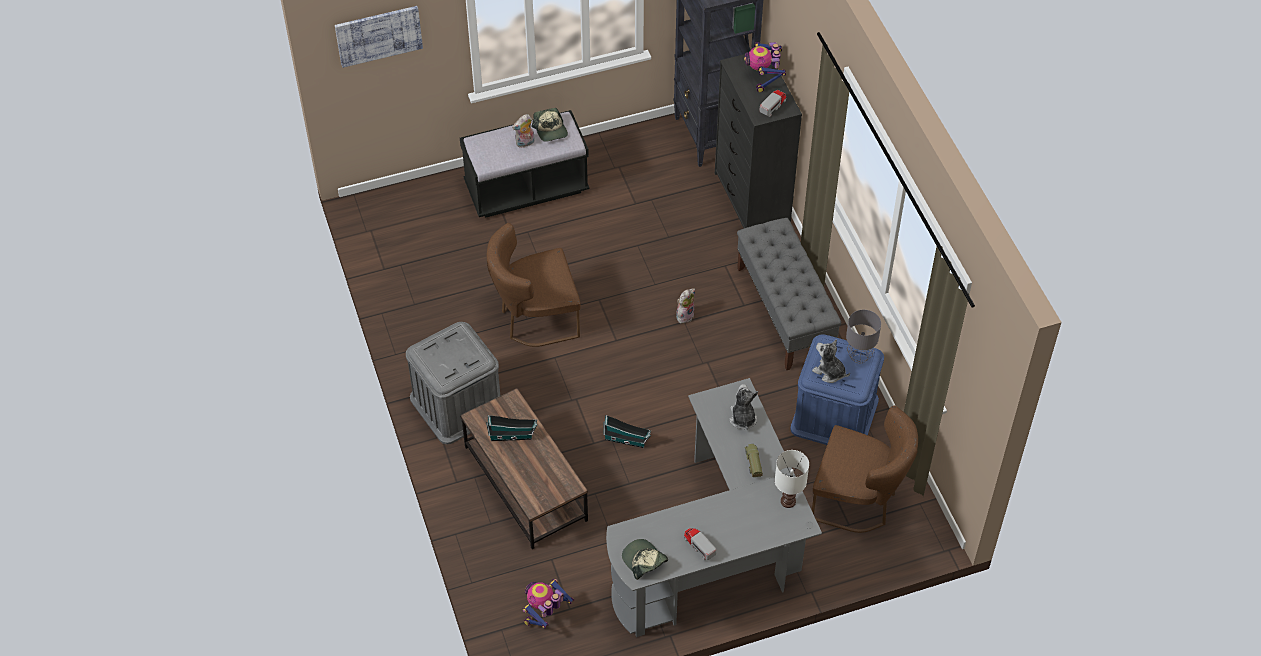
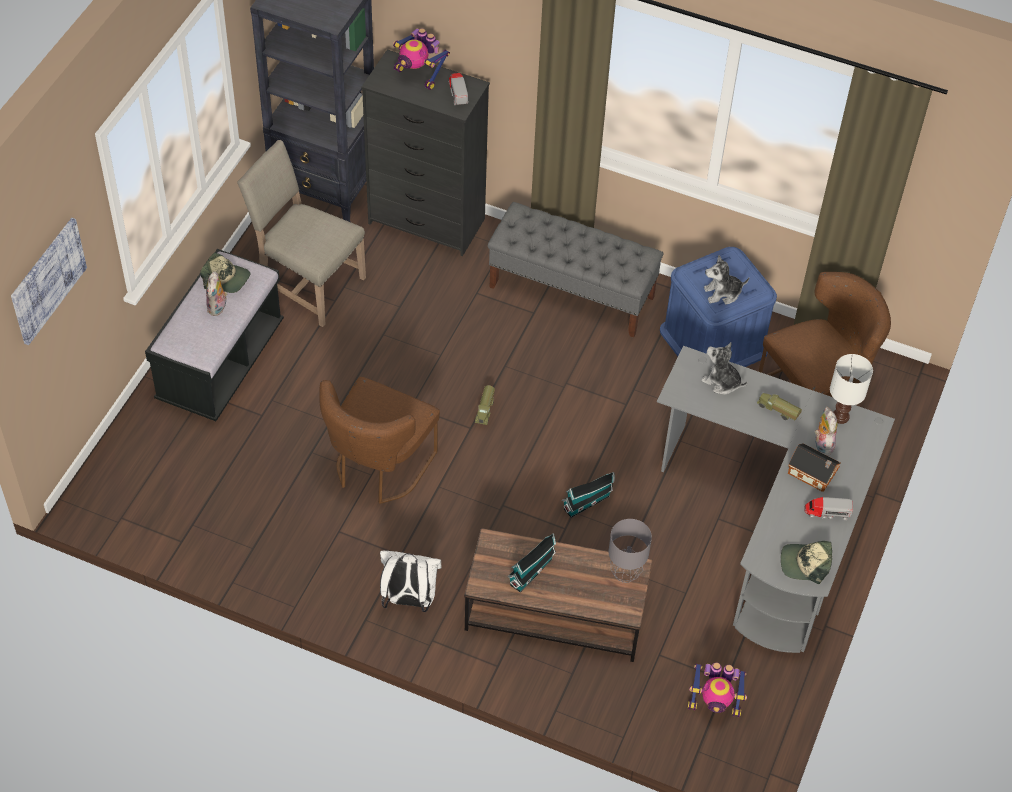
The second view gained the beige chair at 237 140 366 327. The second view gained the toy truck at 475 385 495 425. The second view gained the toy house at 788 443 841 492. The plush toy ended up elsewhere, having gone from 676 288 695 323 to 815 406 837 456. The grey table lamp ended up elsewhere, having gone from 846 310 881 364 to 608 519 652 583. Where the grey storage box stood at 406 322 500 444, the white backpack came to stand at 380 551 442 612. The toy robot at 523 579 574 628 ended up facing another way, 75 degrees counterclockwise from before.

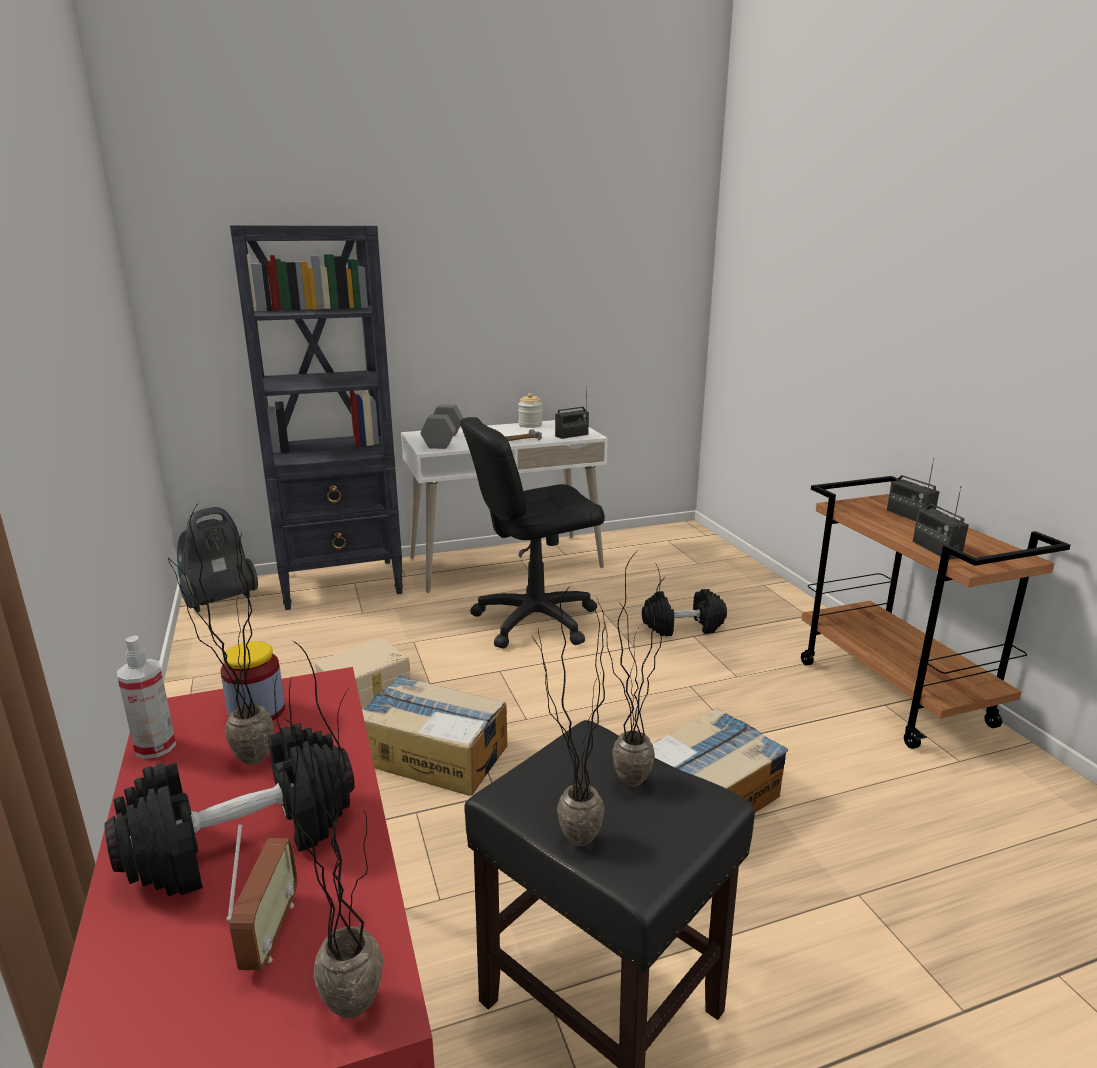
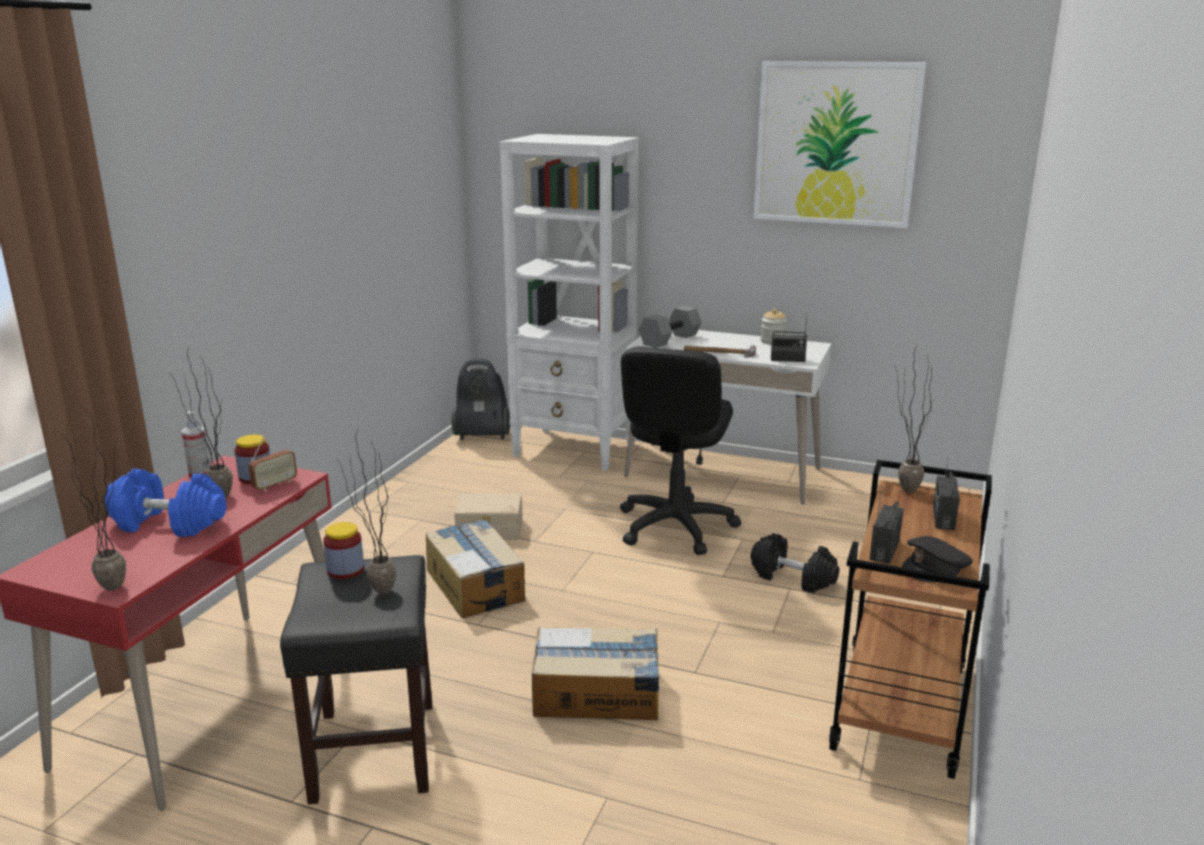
The second view gained the jar at 323 522 364 579. The second view gained the picture at 753 61 926 228. The second view gained the black cap at 902 536 973 583. The radio ended up elsewhere, having gone from 226 825 298 970 to 249 432 297 492. The potted plant ended up elsewhere, having gone from 532 585 606 846 to 894 344 935 493. What was the black dumbbell at 104 723 355 897 turned into the blue dumbbell at 105 469 226 537. What was the black bookcase at 230 225 403 610 turned into the white bookcase at 499 134 639 471. The black office chair at 460 417 605 648 ended up facing another way, 90 degrees counterclockwise from before.

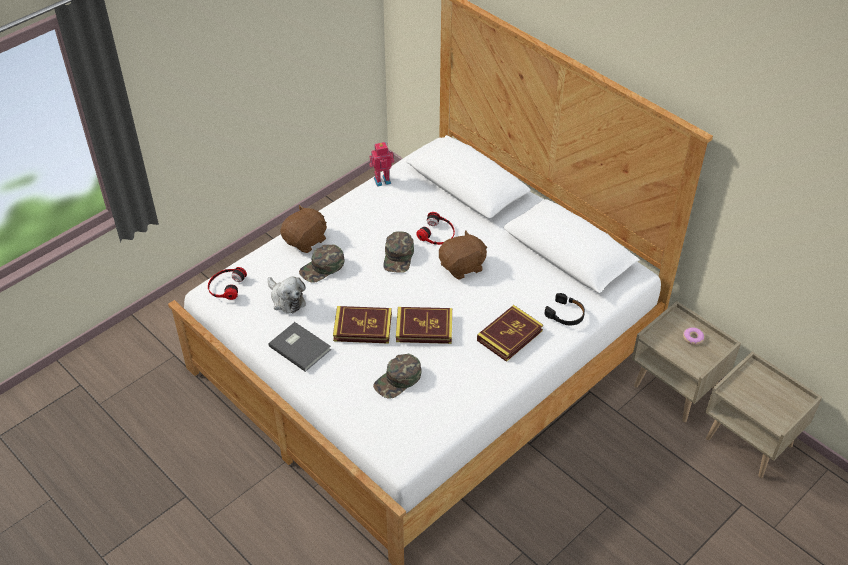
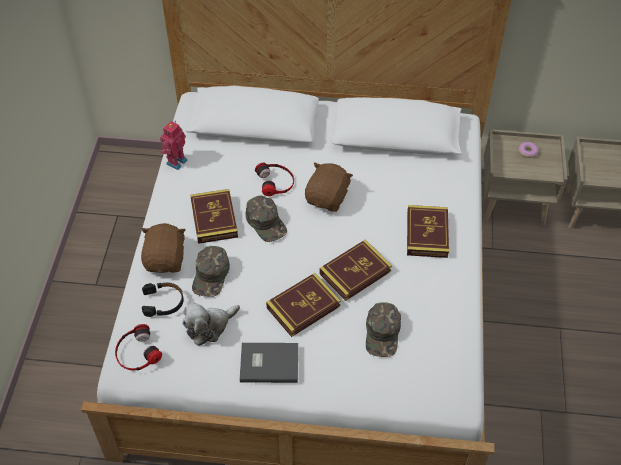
The second view gained the book at 190 189 238 244. The black headphones ended up elsewhere, having gone from 544 293 585 326 to 142 283 184 317. The plush toy at 268 277 306 313 ended up facing another way, 135 degrees clockwise from before.

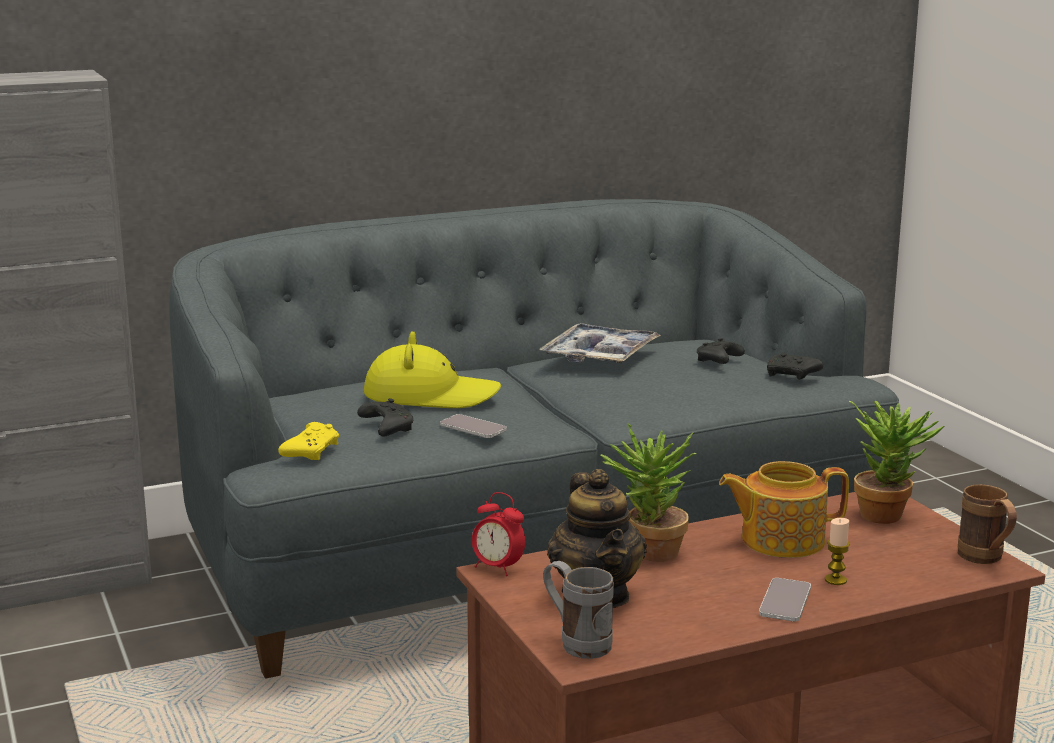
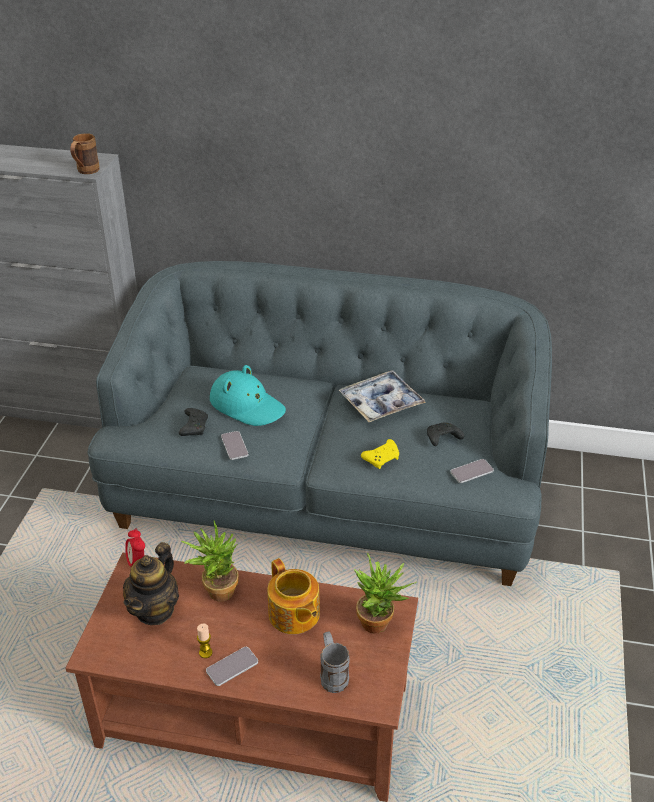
The yellow game controller ended up elsewhere, having gone from 278 422 339 460 to 361 439 399 469. The grey mug ended up elsewhere, having gone from 543 561 614 659 to 320 631 350 693. The candle ended up elsewhere, having gone from 825 518 850 585 to 197 623 212 658. The brown mug ended up elsewhere, having gone from 958 484 1017 564 to 70 133 99 174. Where the black game controller stood at 767 352 823 380, the phone came to stand at 450 459 494 483. What was the yellow hat at 364 331 501 408 turned into the turquoise hat at 210 365 286 426. The teapot at 719 461 849 558 ended up facing another way, 150 degrees counterclockwise from before.

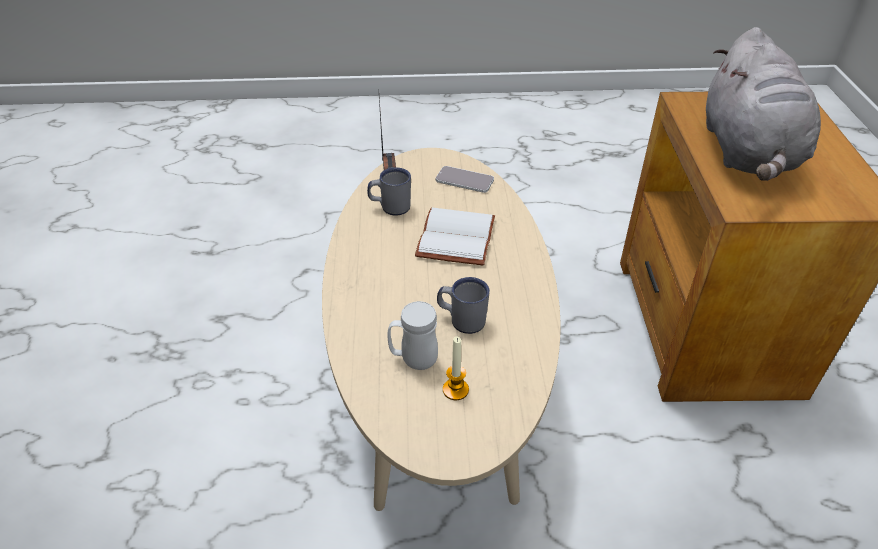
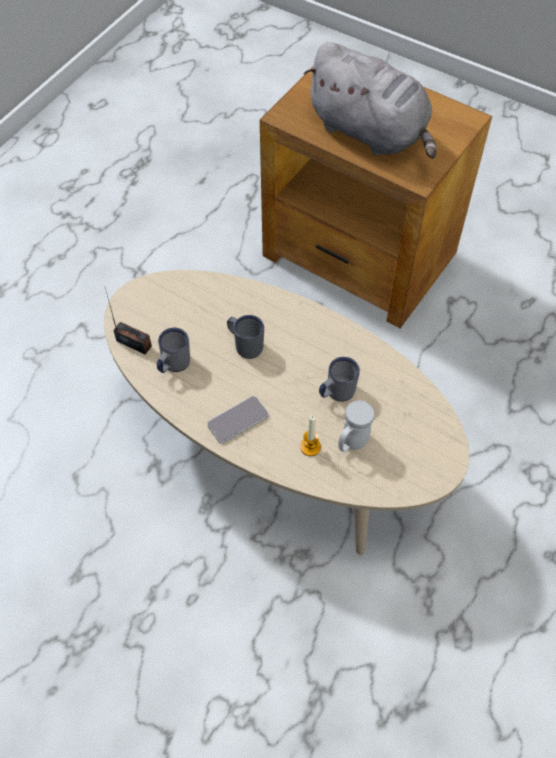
The phone ended up elsewhere, having gone from 436 166 494 193 to 207 396 269 444. The candle ended up elsewhere, having gone from 443 337 469 400 to 300 415 321 456. Where the white book stood at 415 207 495 266, the grey mug came to stand at 227 315 264 359.

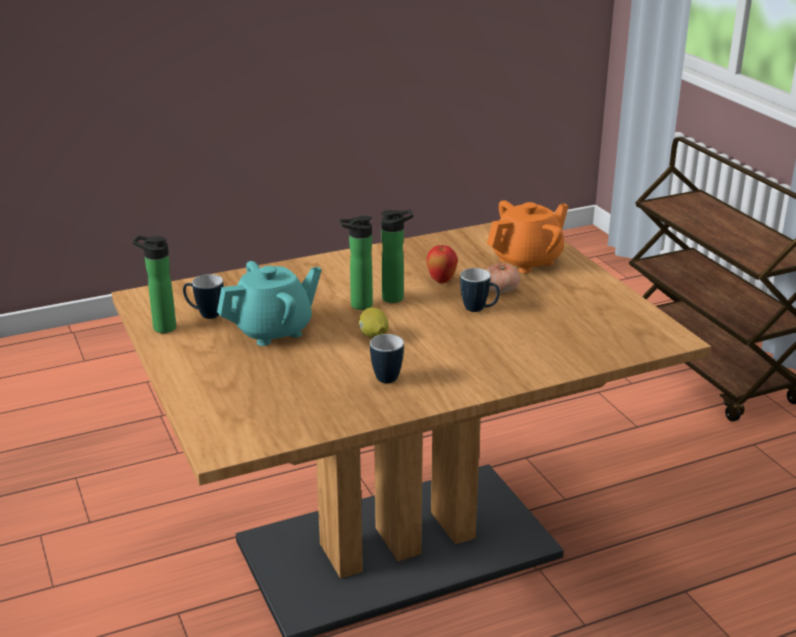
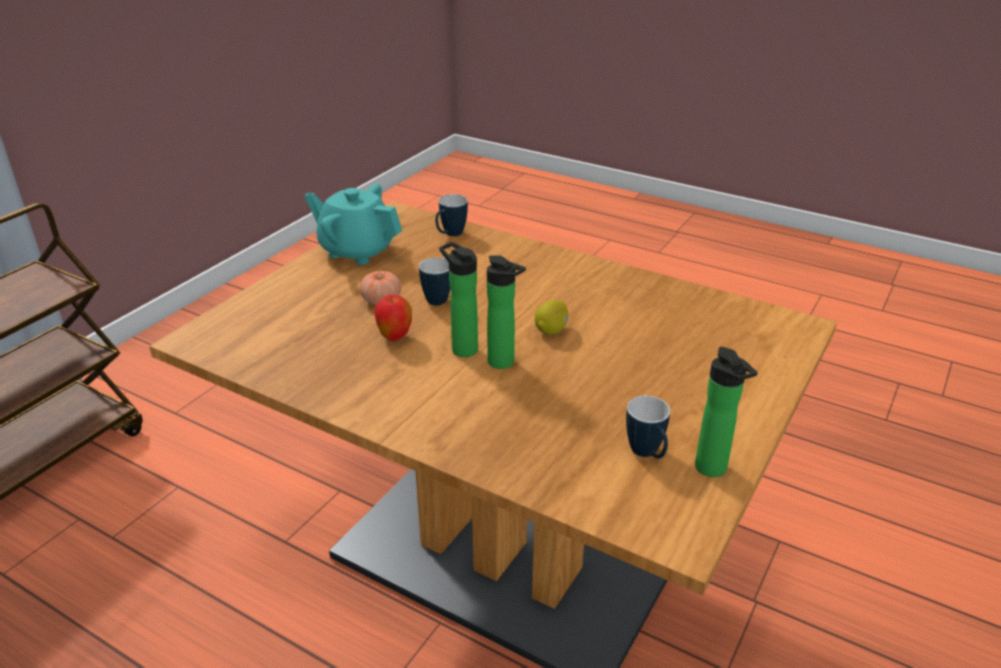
The second view lost the orange teapot at 487 200 569 273. The turquoise teapot ended up elsewhere, having gone from 217 261 322 346 to 304 184 402 265. The mug ended up elsewhere, having gone from 370 334 404 383 to 435 194 468 236.

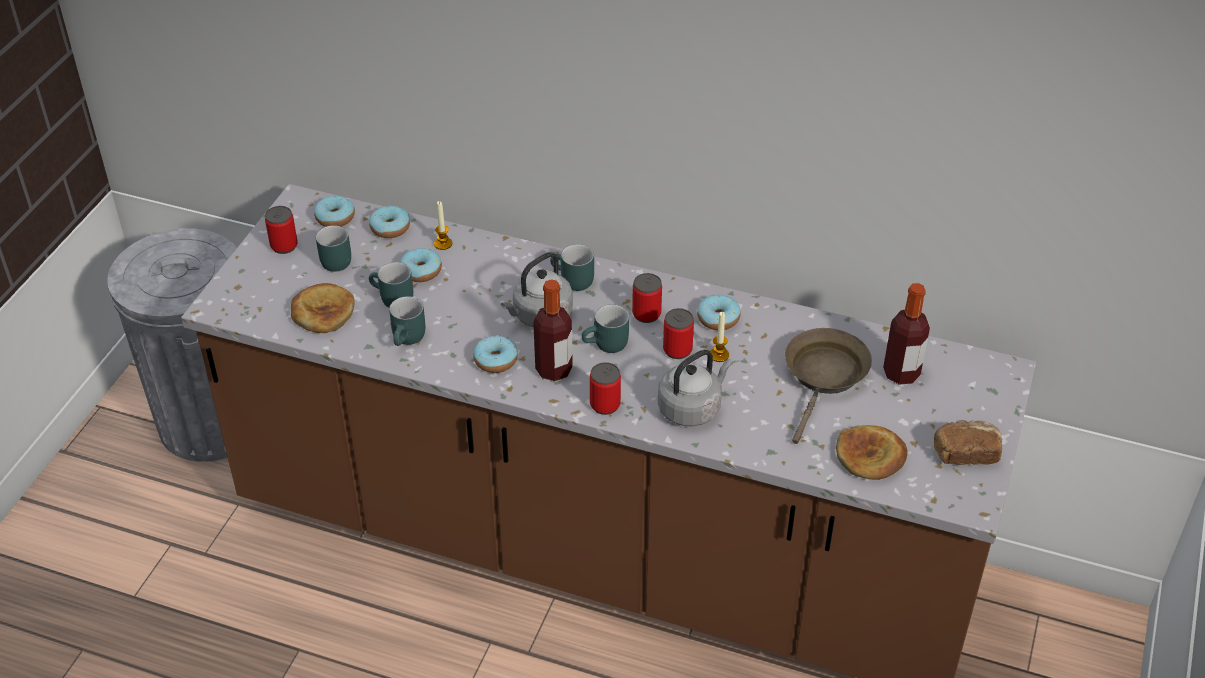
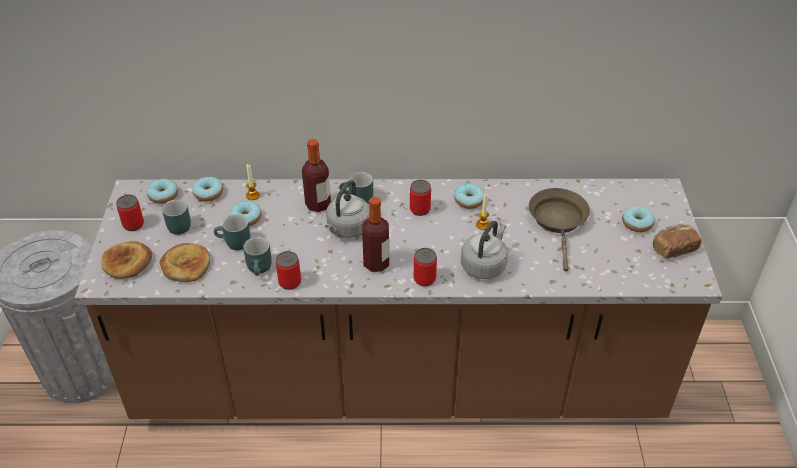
The second view lost the turquoise mug at 582 304 629 353. The donut ended up elsewhere, having gone from 473 335 518 373 to 622 206 655 232. The can ended up elsewhere, having gone from 663 308 694 359 to 276 251 301 290. The bread ended up elsewhere, having gone from 836 425 907 480 to 102 241 152 279. The bottle ended up elsewhere, having gone from 883 283 930 385 to 302 139 331 212.

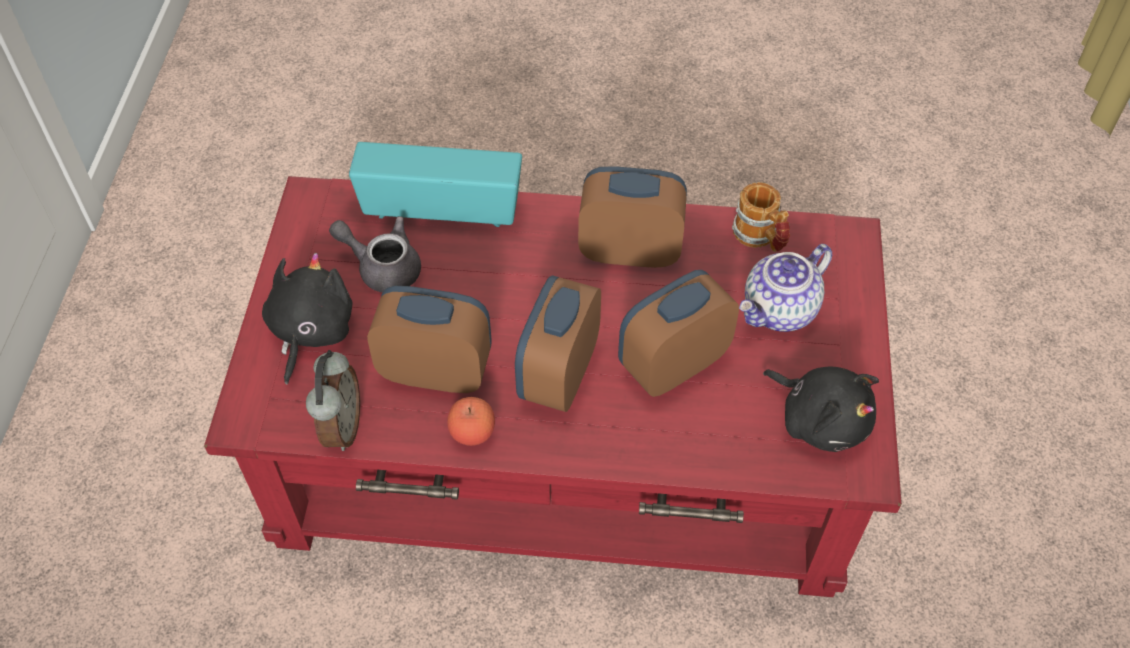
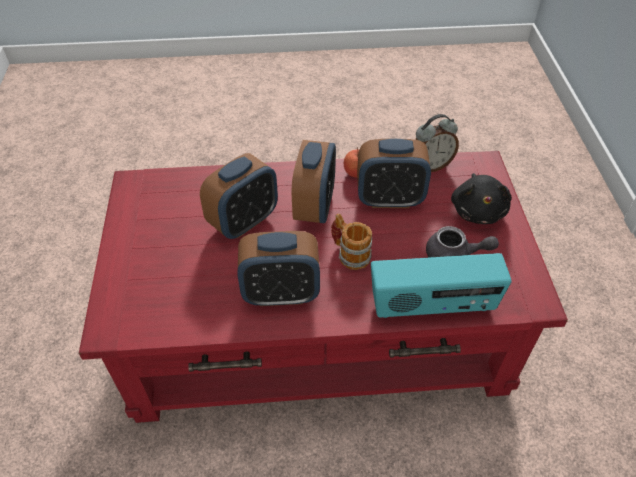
The second view lost the teapot at 739 244 832 332. The second view lost the black plush toy at 763 367 879 452. The mug ended up elsewhere, having gone from 732 182 790 252 to 331 214 372 270. The alarm clock at 306 350 360 451 ended up facing another way, 105 degrees counterclockwise from before.

